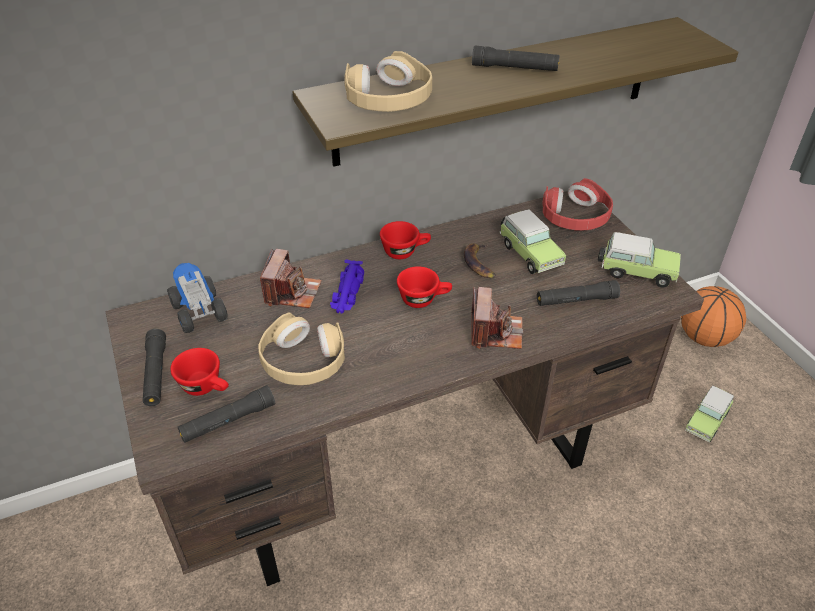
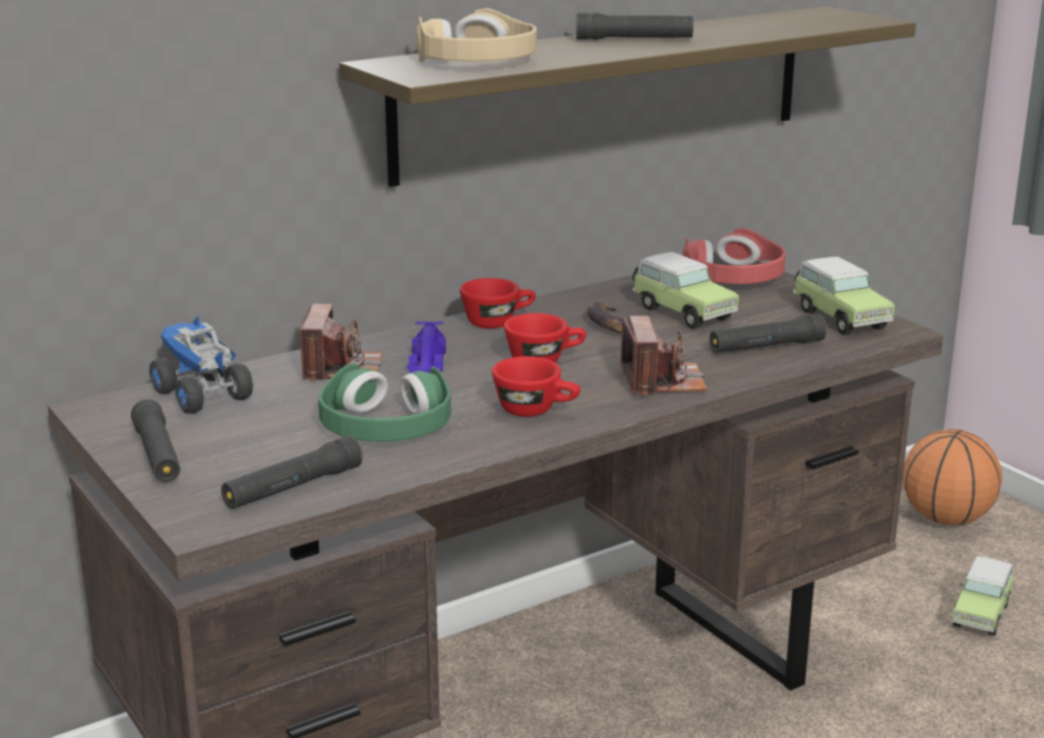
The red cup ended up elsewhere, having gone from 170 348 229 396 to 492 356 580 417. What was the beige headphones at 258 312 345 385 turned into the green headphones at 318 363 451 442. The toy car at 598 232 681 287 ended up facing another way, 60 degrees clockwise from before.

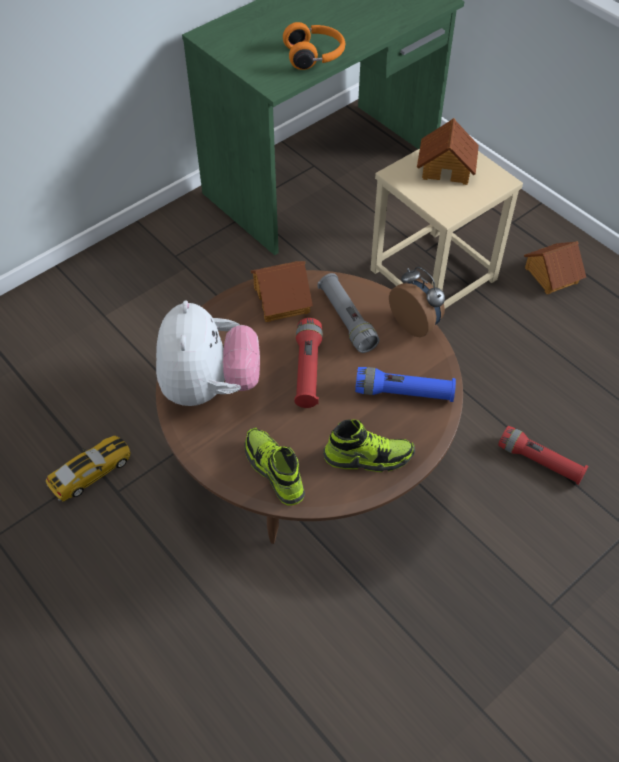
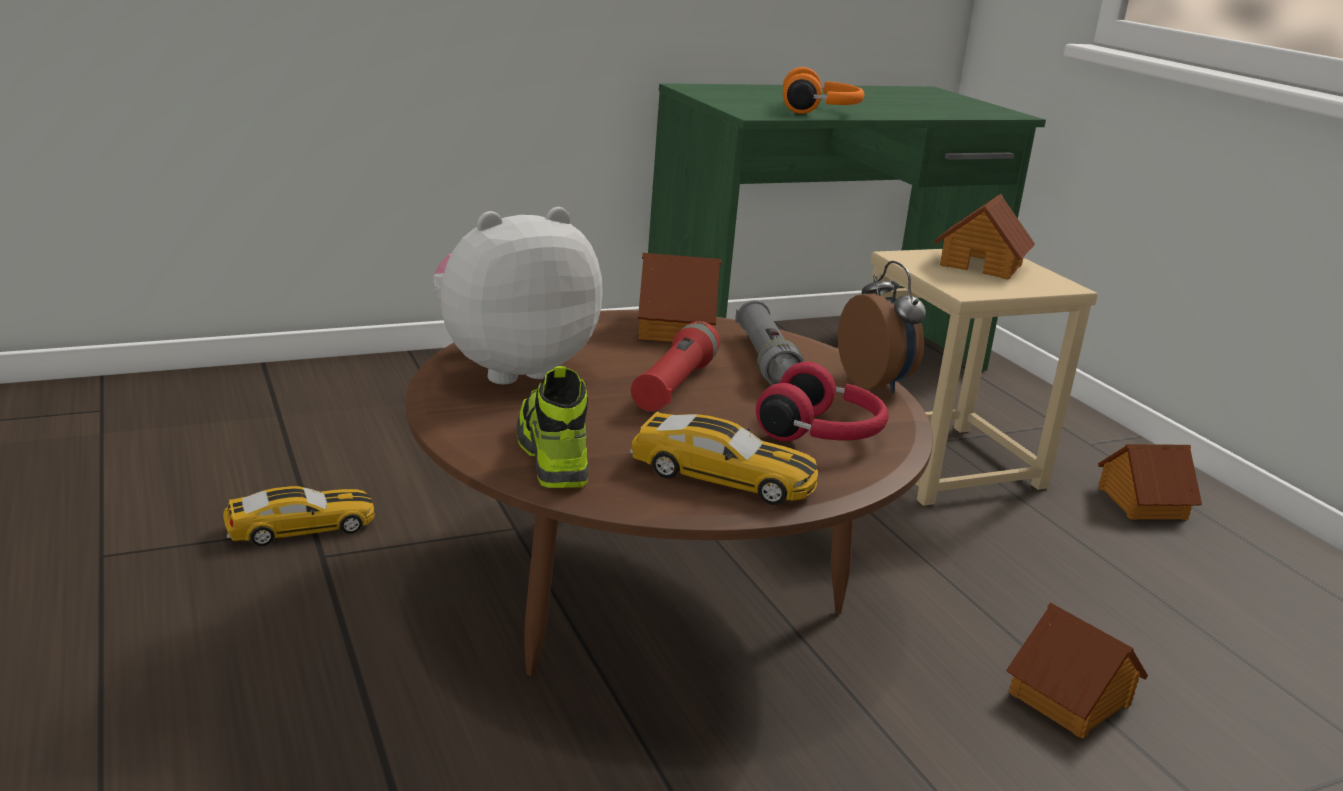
Where the shoe stood at 323 419 415 472, the toy car came to stand at 630 411 818 505. Where the blue flashlight stood at 355 367 456 402, the red headphones came to stand at 756 362 889 442. Where the red flashlight stood at 498 426 588 485, the toy house came to stand at 1006 603 1148 739. The plush toy at 156 301 260 406 ended up facing another way, 135 degrees counterclockwise from before.

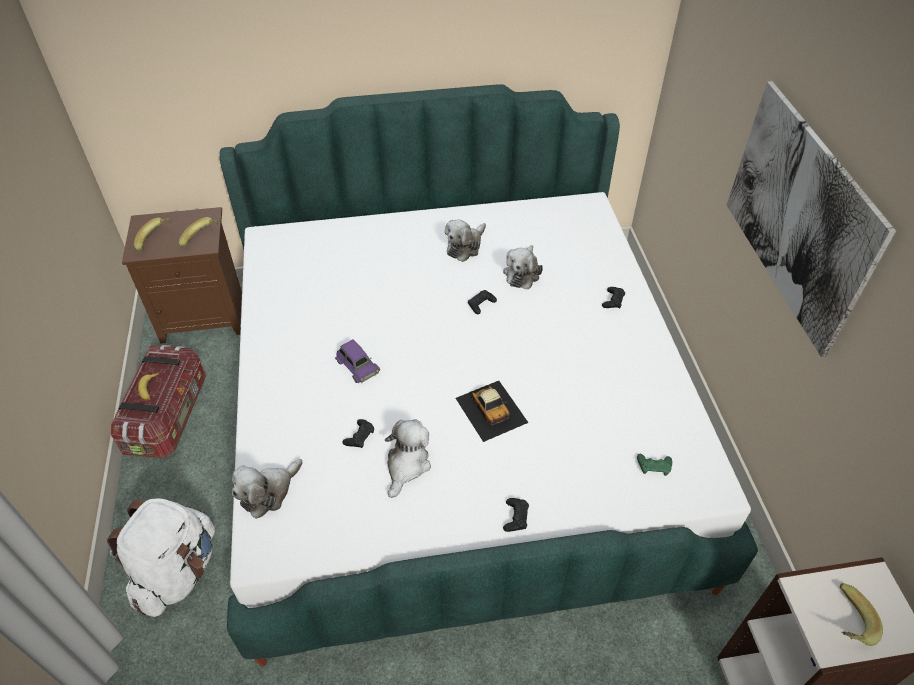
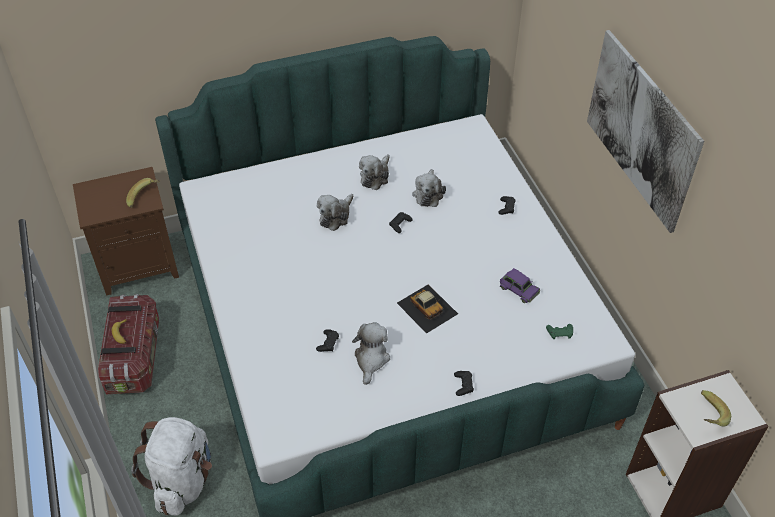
The second view lost the banana at 134 218 171 252. The plush toy ended up elsewhere, having gone from 232 459 303 519 to 317 194 353 231. The purple toy car ended up elsewhere, having gone from 335 339 380 383 to 500 268 540 303.

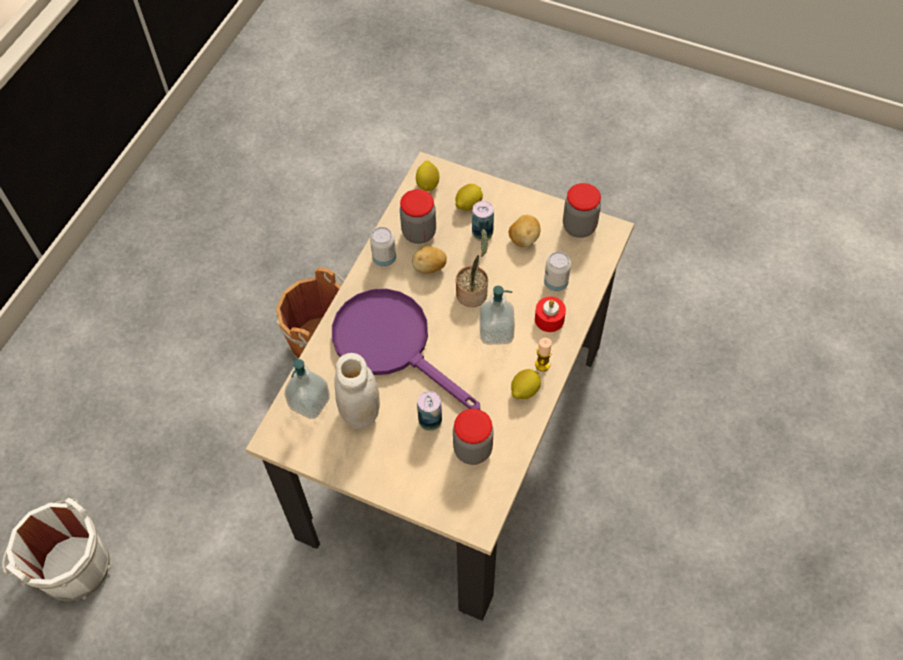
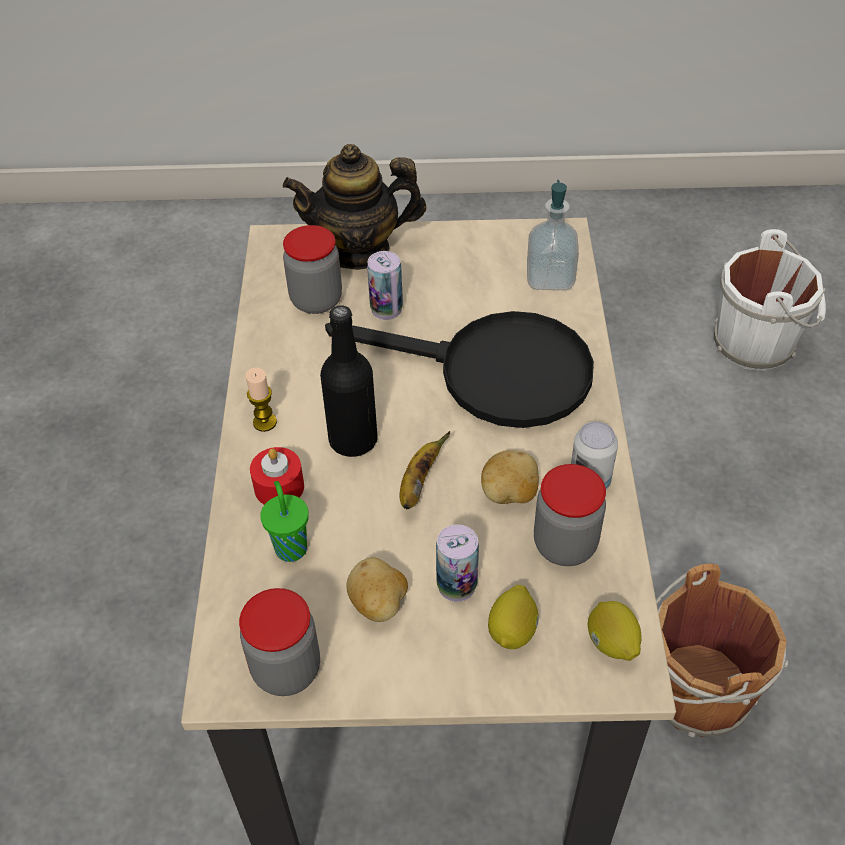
The second view lost the white jar at 334 353 380 429. The second view lost the lemon at 511 369 541 399. The second view gained the teapot at 283 144 426 270. Where the potted plant stood at 456 229 488 307, the banana came to stand at 399 431 450 509. Where the soap dispenser stood at 480 286 515 345, the black bottle came to stand at 320 305 378 457. Where the can stood at 544 251 571 292, the green cup came to stand at 260 481 309 562. What was the purple frying pan at 332 289 480 410 turned into the black frying pan at 325 311 594 428.

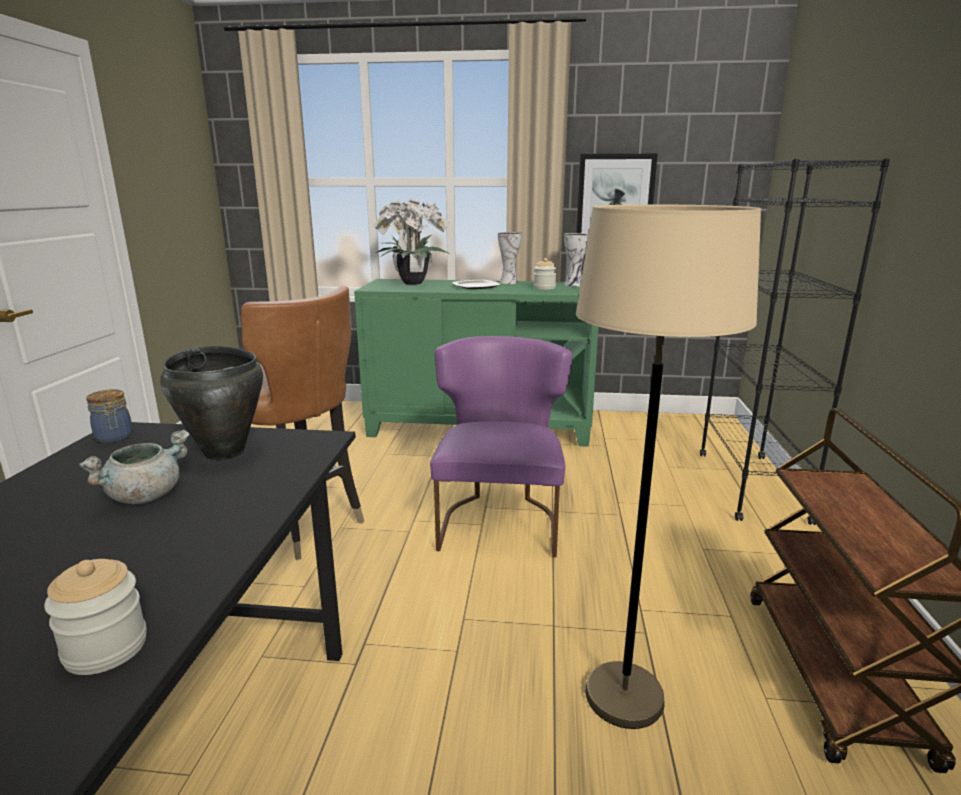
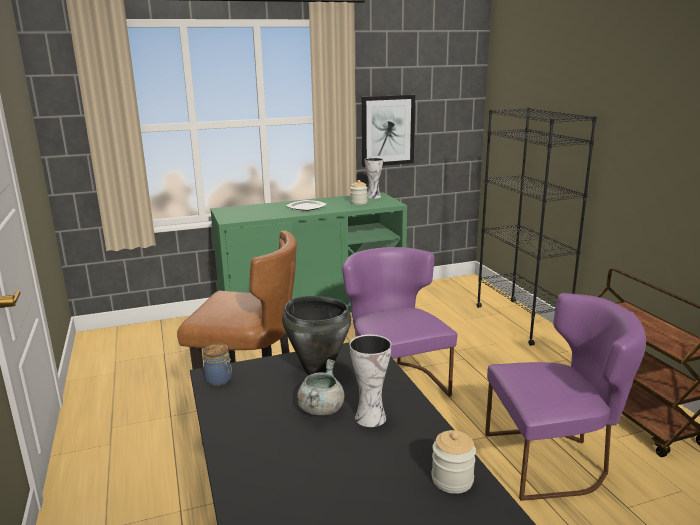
The second view lost the potted plant at 373 198 450 285. The vase ended up elsewhere, having gone from 498 232 522 284 to 349 334 392 427. Where the beige floor lamp stood at 576 204 761 729, the purple chair came to stand at 485 293 646 501.

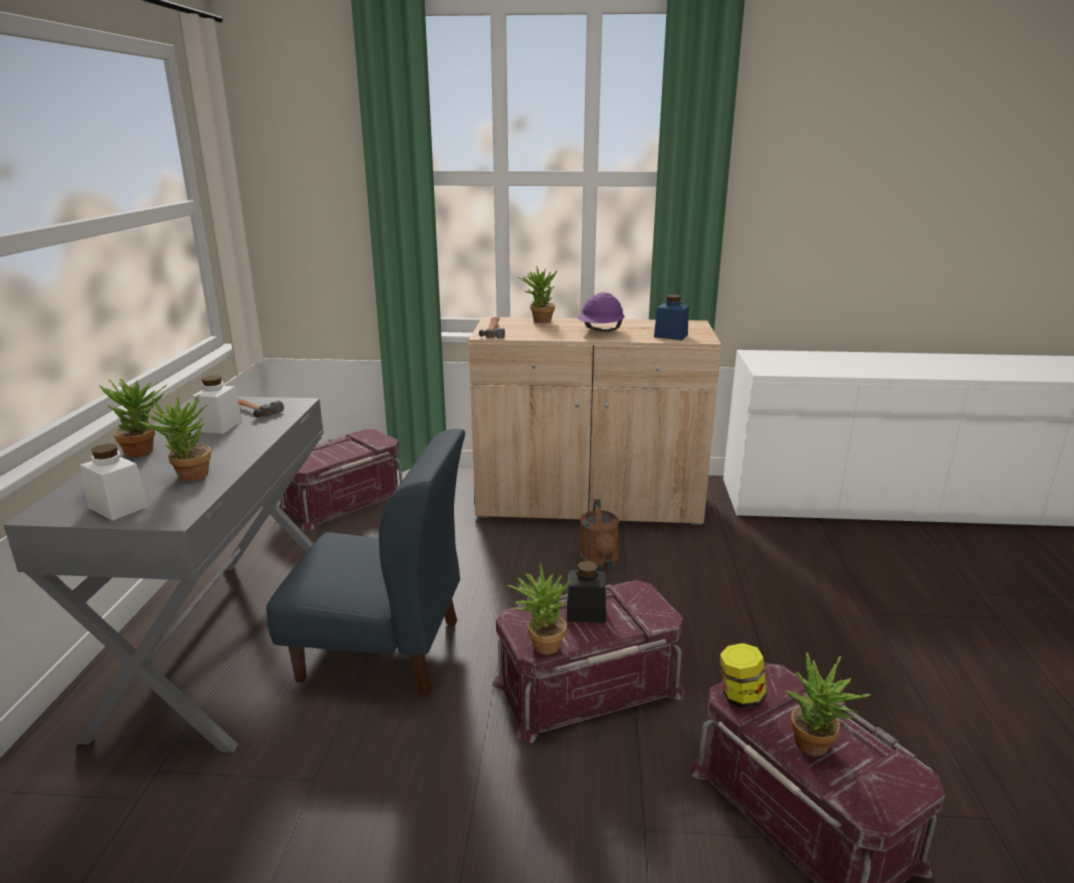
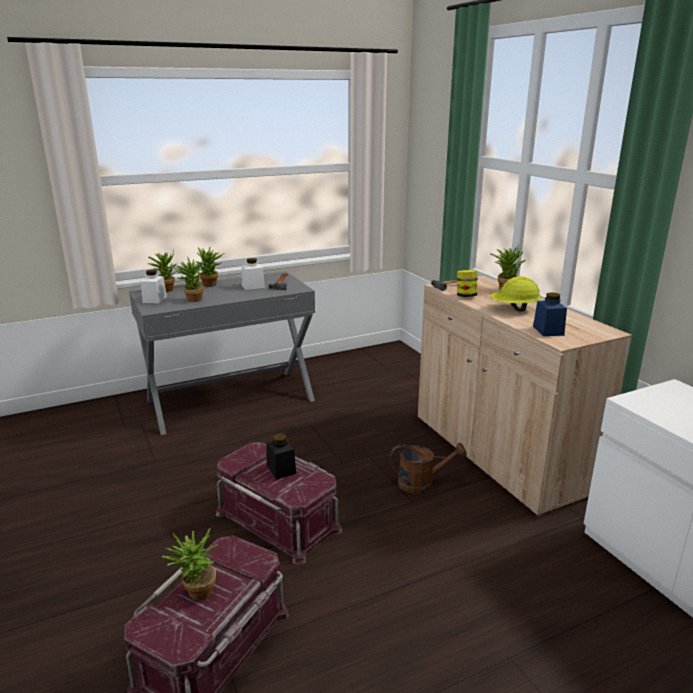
The second view lost the blue chair at 266 429 465 696. The second view lost the red storage box at 279 429 402 530. The potted plant ended up elsewhere, having gone from 508 563 570 654 to 148 250 177 292. The jar ended up elsewhere, having gone from 720 643 766 708 to 457 270 477 297. What was the purple hard hat at 577 292 625 332 turned into the yellow hard hat at 491 276 541 311. The brown watering can at 579 499 620 569 ended up facing another way, 150 degrees counterclockwise from before.

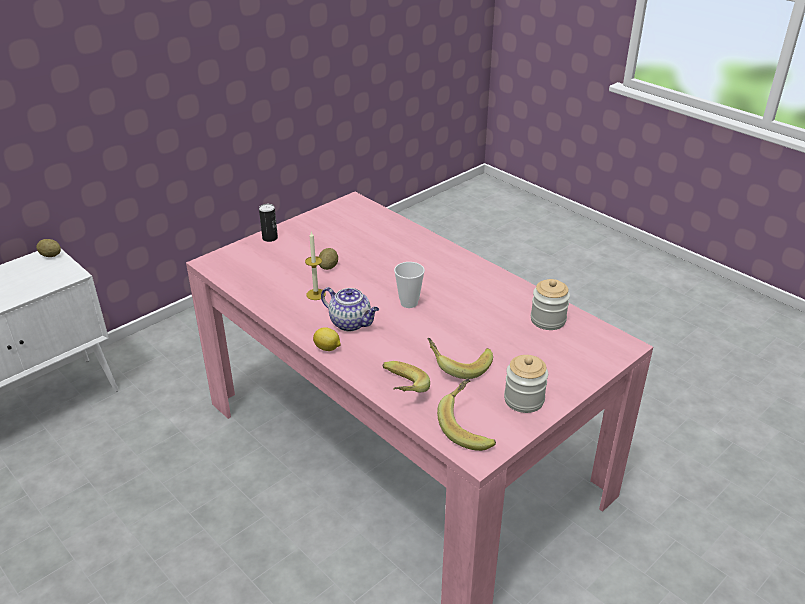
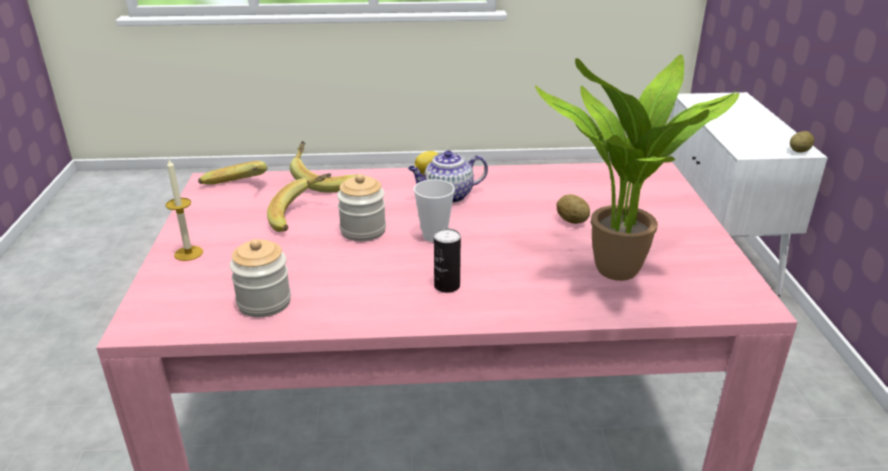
The second view gained the potted plant at 535 55 739 281. The can ended up elsewhere, having gone from 259 204 278 242 to 434 228 461 293. The candle ended up elsewhere, having gone from 305 232 326 300 to 165 159 203 261. The jar ended up elsewhere, having gone from 504 355 548 413 to 337 174 386 242.

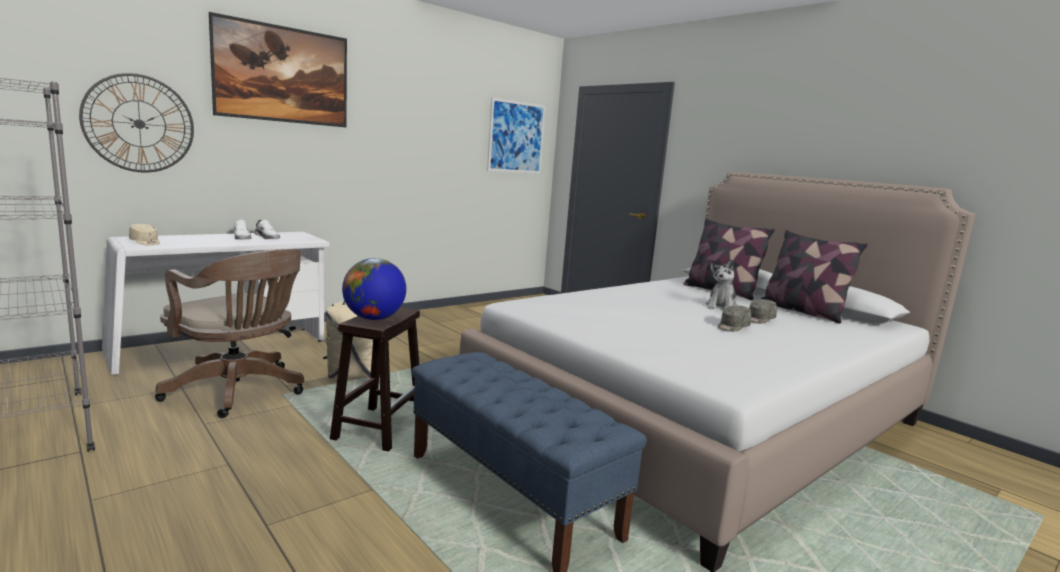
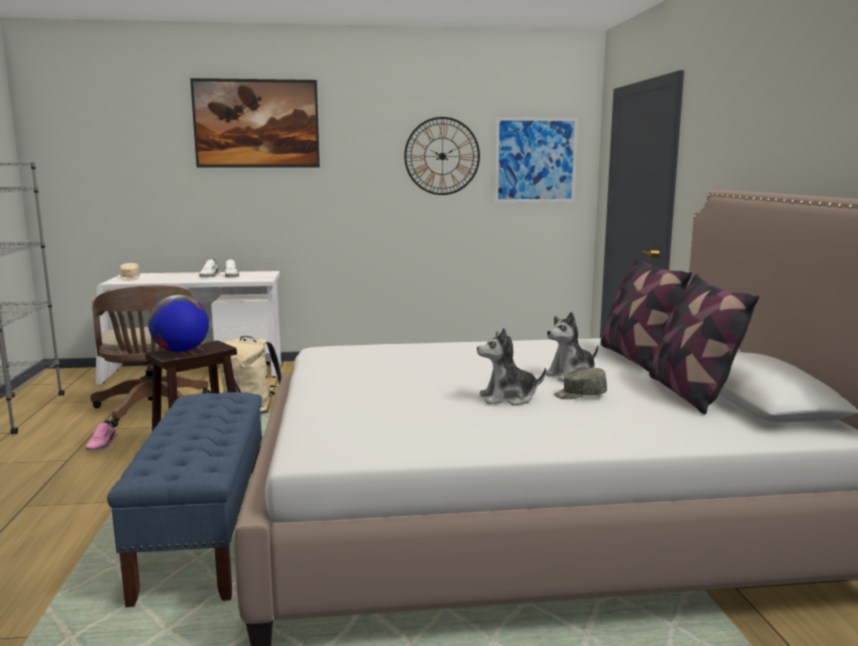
The second view gained the pink shoe at 86 420 117 451. The wall clock ended up elsewhere, having gone from 79 73 194 173 to 404 117 480 195. Where the grey cap stood at 718 305 751 332, the plush toy came to stand at 477 328 546 405.

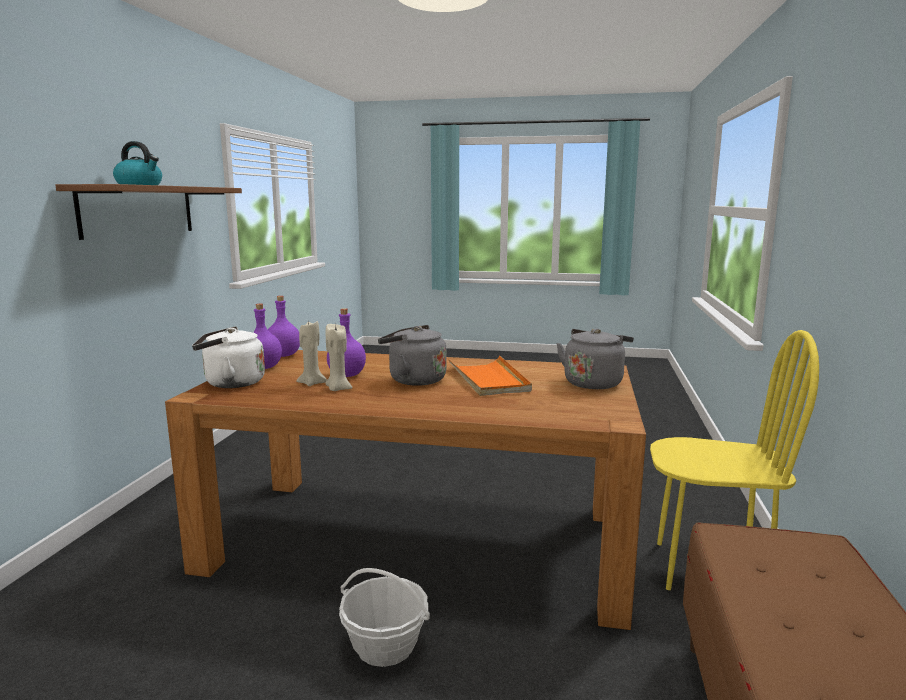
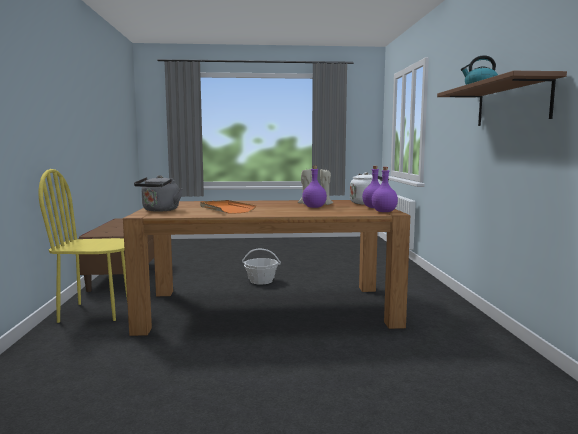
The second view lost the grey kettle at 378 325 447 386.

